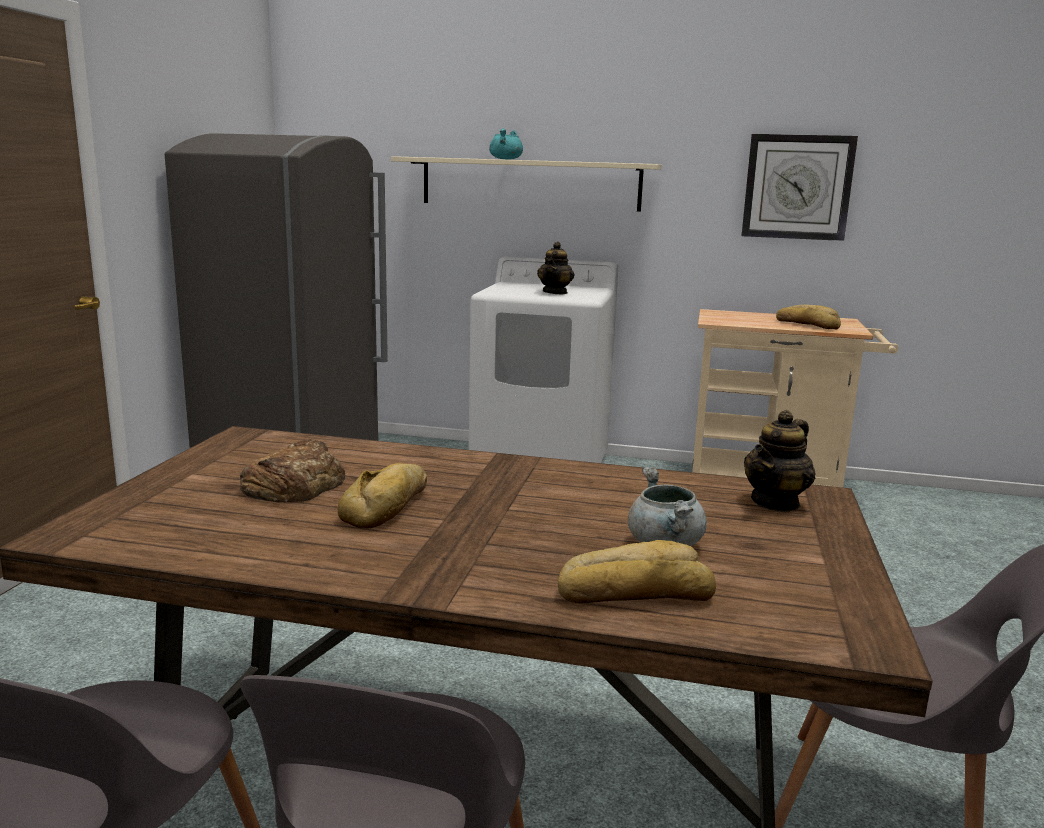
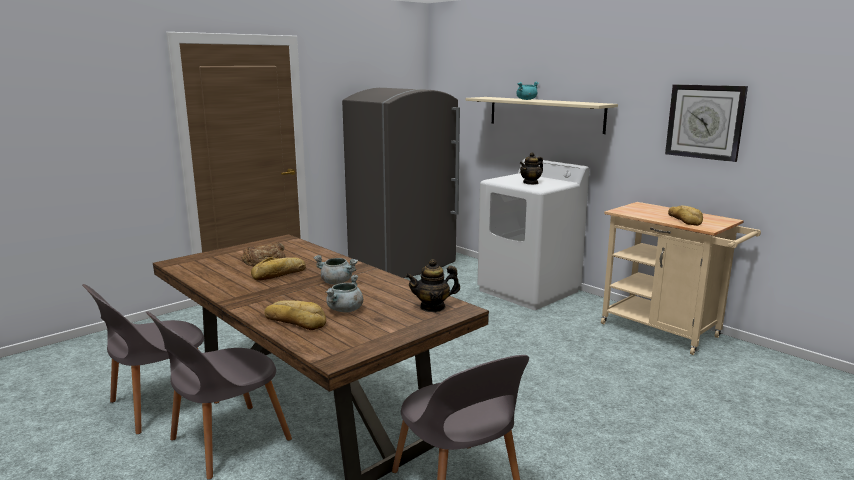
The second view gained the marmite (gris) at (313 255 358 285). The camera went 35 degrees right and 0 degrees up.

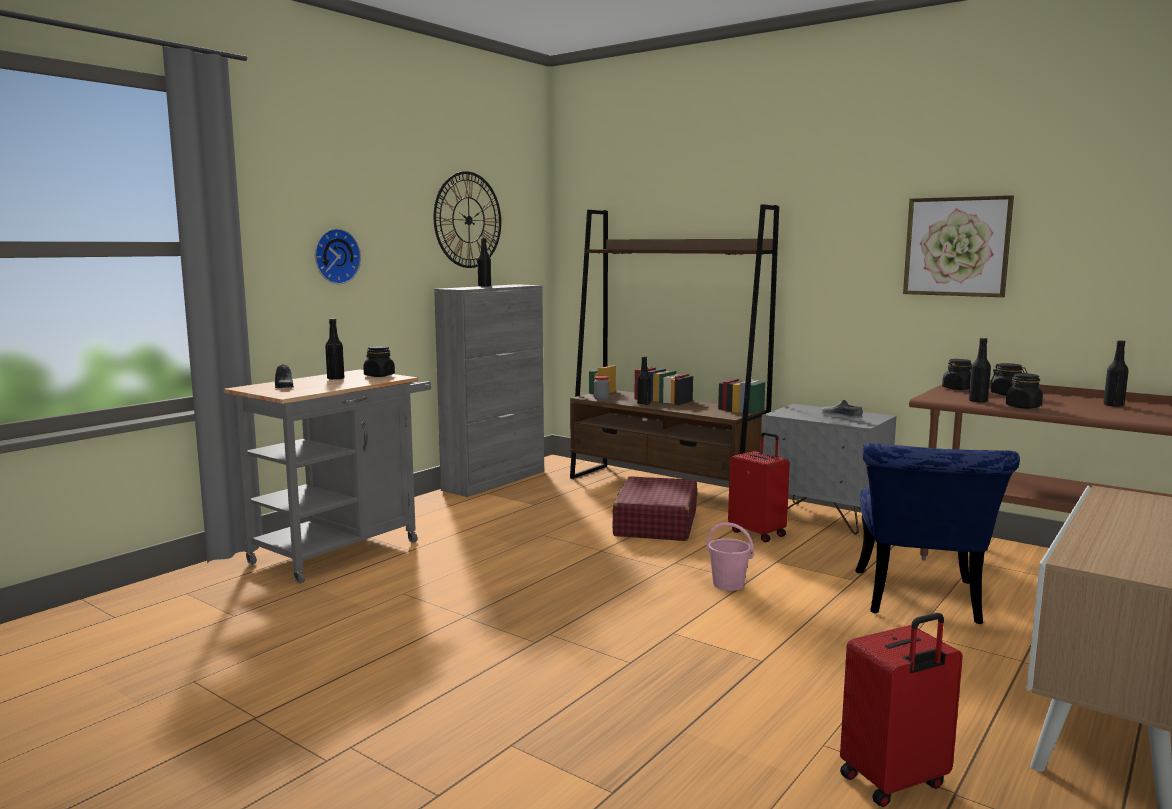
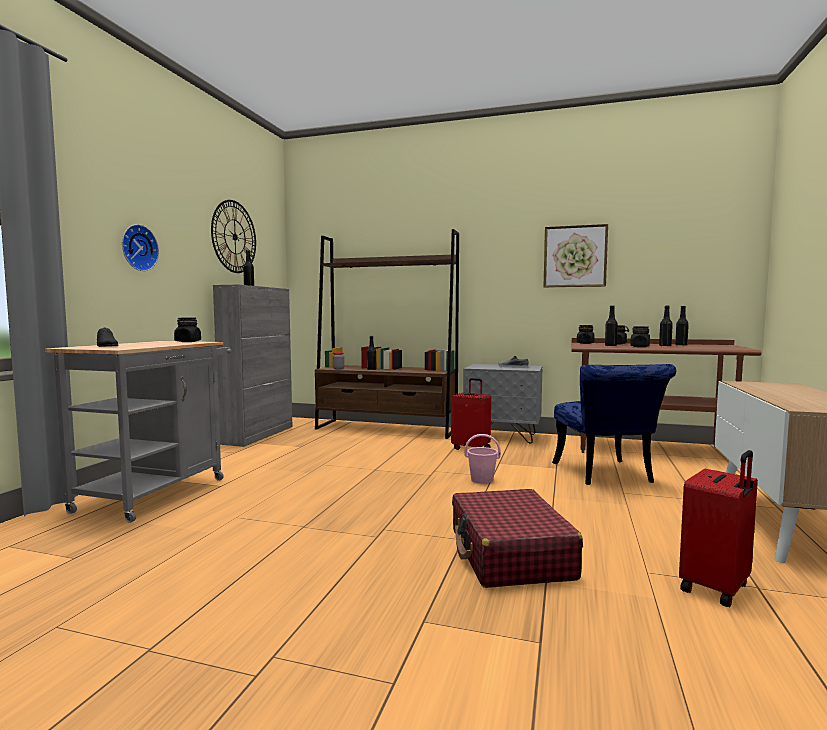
The bouteille (noir) ended up elsewhere, having gone from (325 319 344 380) to (659 306 673 346). The valise (rouge) ended up elsewhere, having gone from (613 476 697 541) to (452 489 583 588). The camera went 20 degrees left and 5 degrees down.

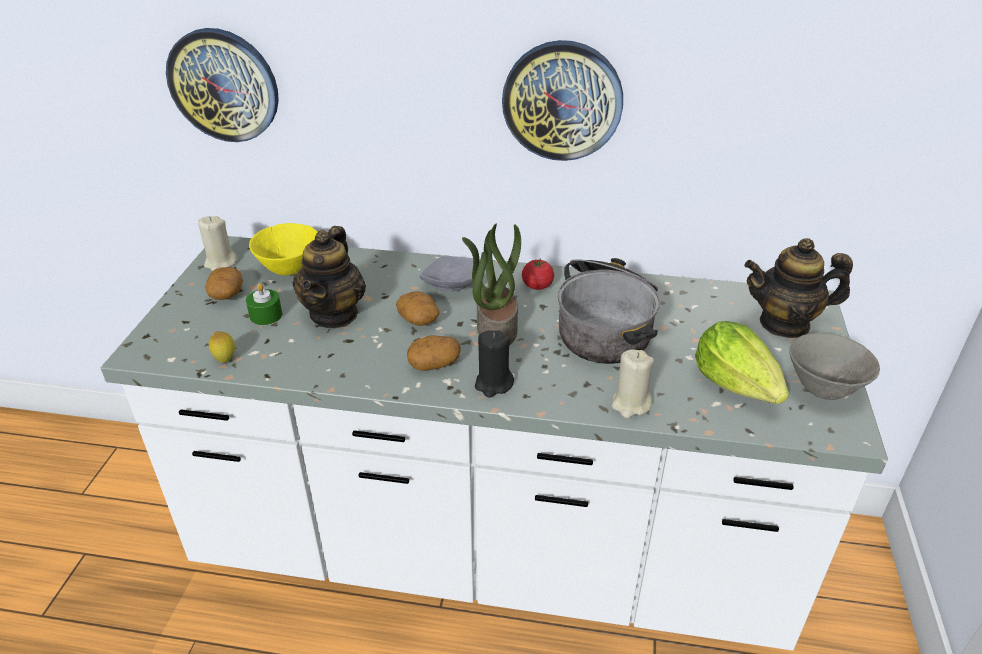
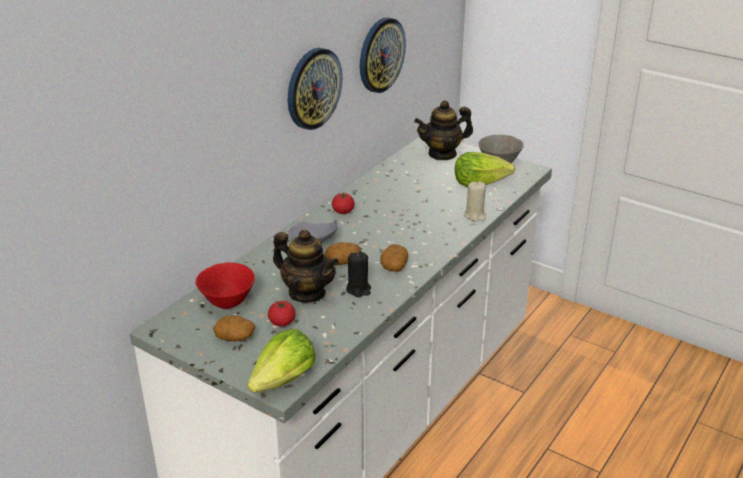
The horloge murale ended up elsewhere, having gone from (166 28 279 142) to (360 17 406 93). The second view lost the bougie (beige) at (198 216 238 271). The second view lost the citron at (209 331 235 363). Where the bougie (vert) stood at (246 283 282 325), the tomate came to stand at (268 301 296 327). What was the bol (jaune) at (249 223 318 275) turned into the bol (rouge) at (196 262 255 309). The second view lost the plante en pot at (462 223 521 345). The bougie (noir) ended up elsewhere, having gone from (475 330 514 398) to (346 251 371 297). The second view lost the marmite at (558 258 660 364). The théière at (744 238 853 338) ended up facing another way, 45 degrees clockwise from before. The second view gained the laitue at (247 329 315 393). The camera went 65 degrees left and 5 degrees down.

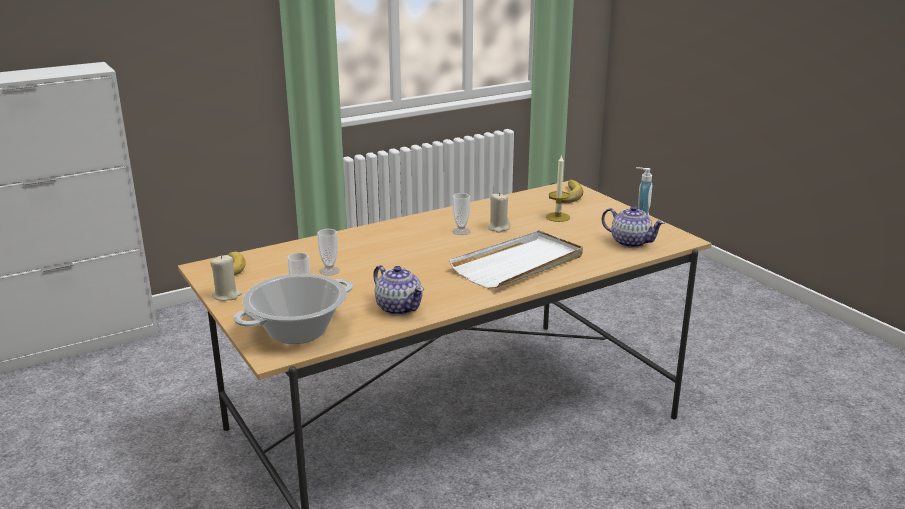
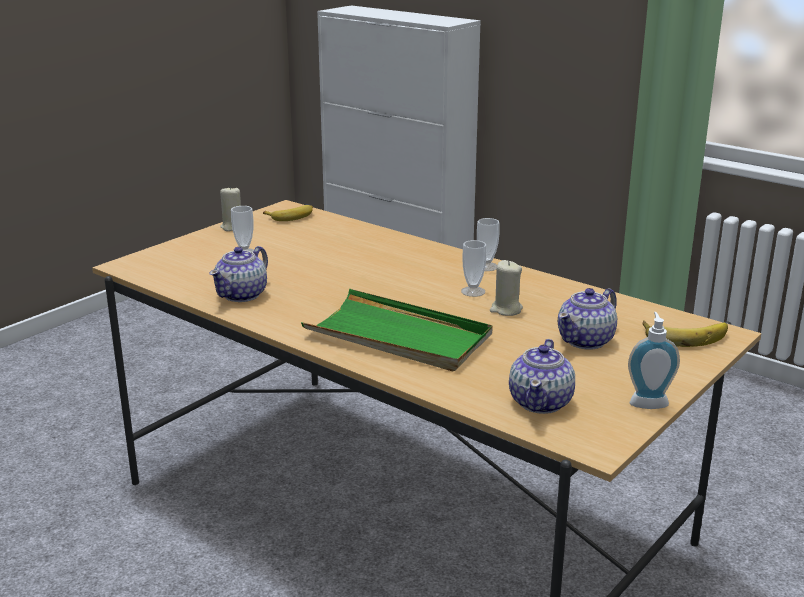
The second view lost the marmite at (234 274 353 344). The tasse ended up elsewhere, having gone from (318 229 340 276) to (477 218 500 271). What was the plateau (blanc) at (449 230 583 289) turned into the plateau (vert) at (301 289 493 371). Where the bougie stood at (546 154 570 222), the théière came to stand at (558 288 617 350). The camera went 70 degrees right and 0 degrees up.

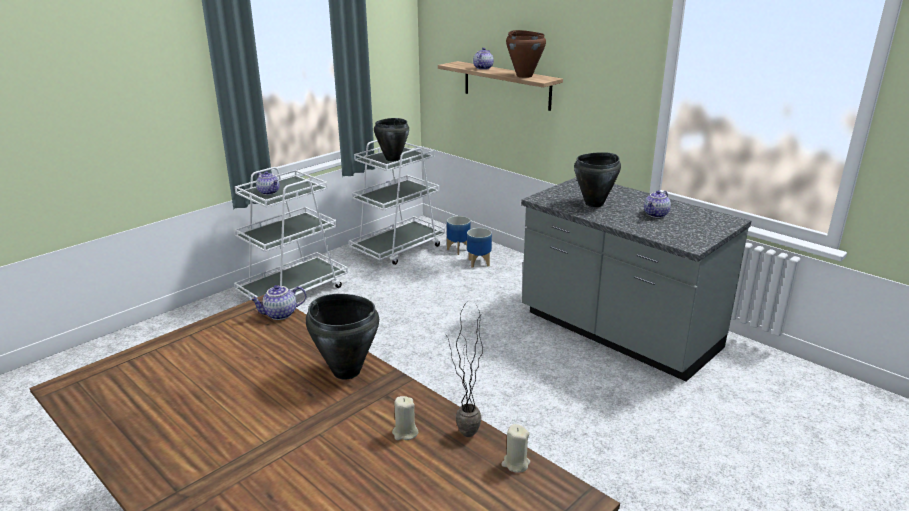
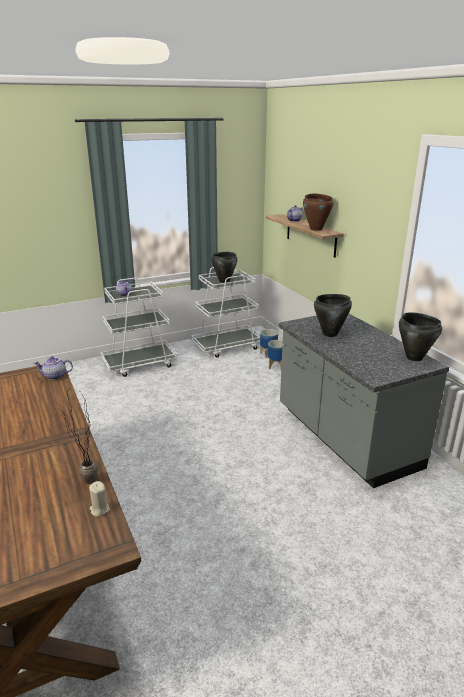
The marmite (noir) ended up elsewhere, having gone from (306 294 379 379) to (399 312 442 361). The second view lost the bougie (beige) at (392 396 418 440). The second view lost the théière at (644 190 671 218). The camera went 20 degrees right and 0 degrees up.

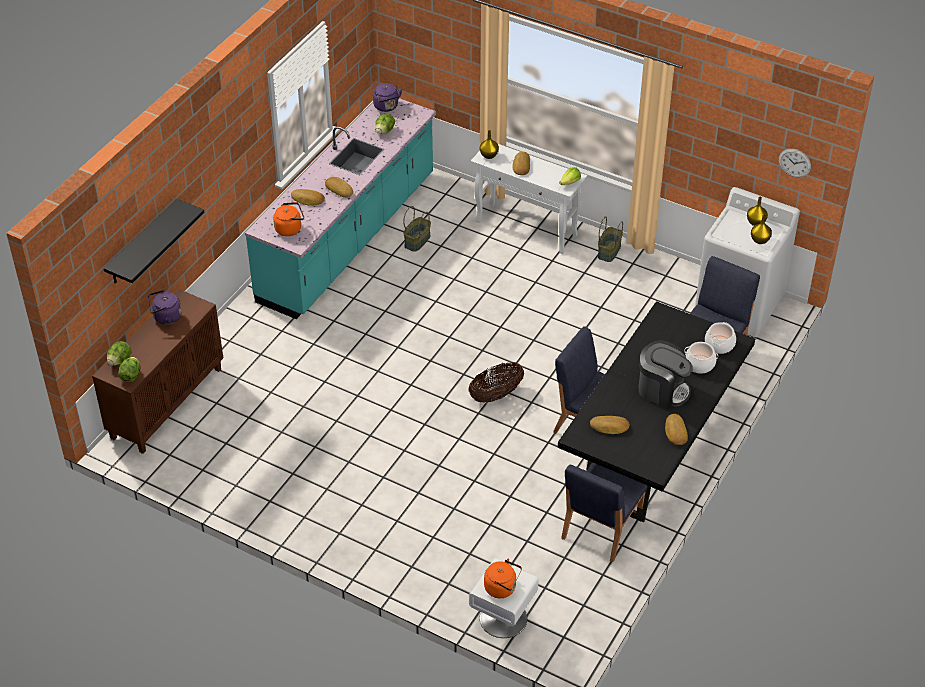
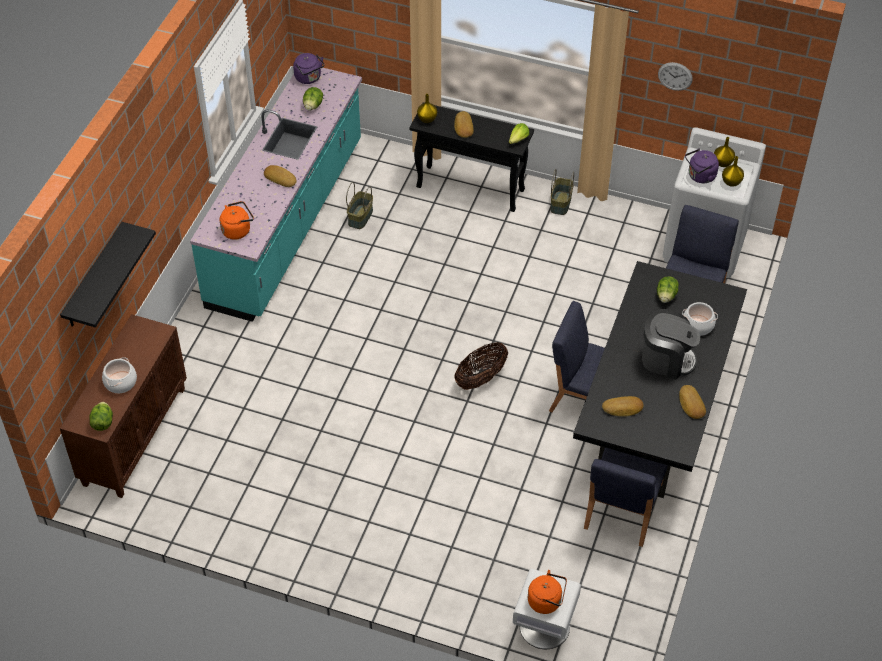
The laitue ended up elsewhere, having gone from (107 341 131 366) to (657 276 679 303). The bouilloire (violet) ended up elsewhere, having gone from (148 290 182 325) to (685 149 719 183). The second view lost the pain at (291 189 325 206). What was the table console (blanc) at (471 143 587 254) turned into the table console (noir) at (409 102 534 212). The marmite ended up elsewhere, having gone from (705 322 736 354) to (102 357 137 393). The horloge murale ended up elsewhere, having gone from (779 149 811 177) to (658 62 693 91). The camera went 10 degrees left and 5 degrees up.

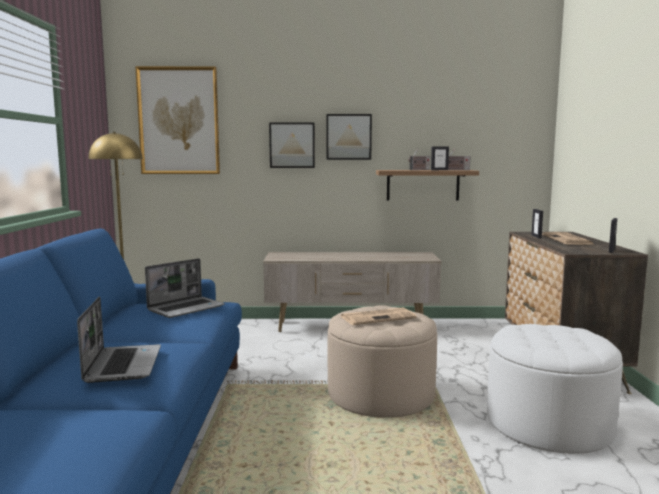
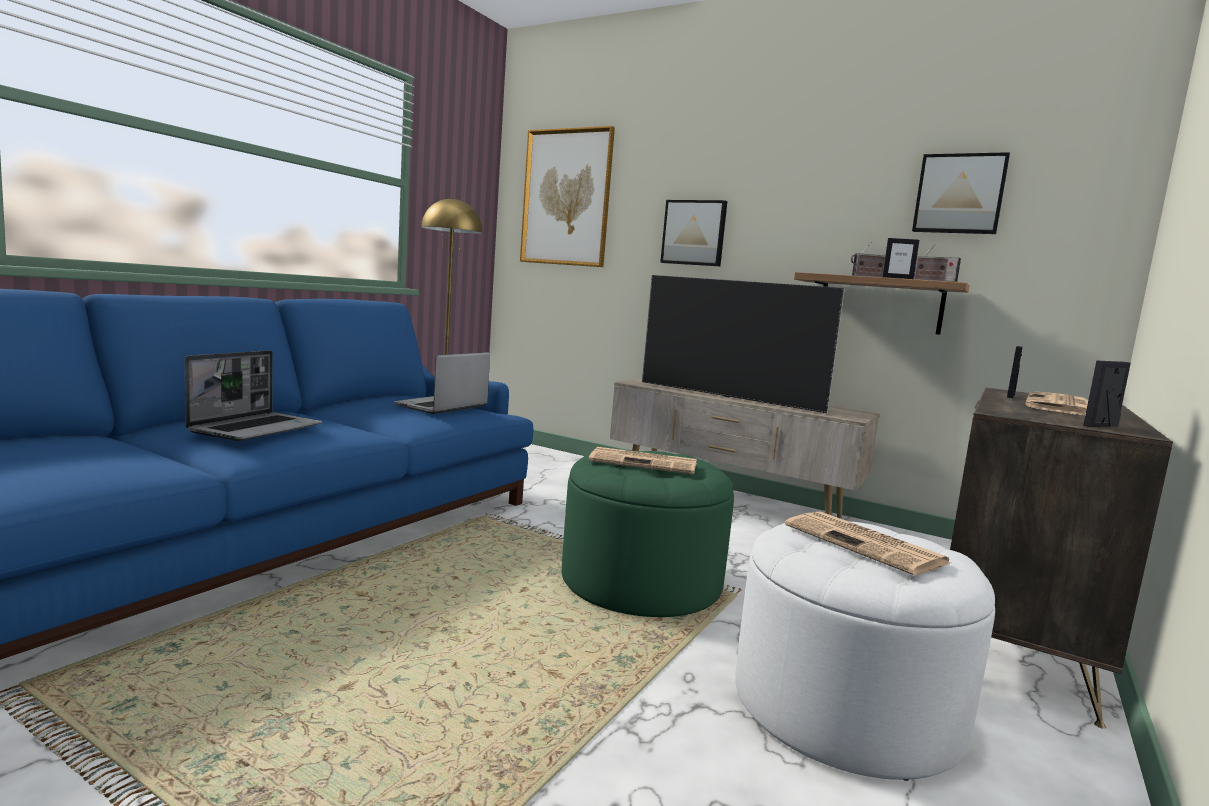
The ordinateur portable at (145 258 225 318) ended up facing another way, 135 degrees clockwise from before. The tableau ended up elsewhere, having gone from (326 114 372 160) to (912 152 1010 234). What was the pouf (beige) at (328 305 437 418) turned into the pouf (vert) at (562 449 734 617). The second view gained the téléviseur at (642 275 845 413). The second view gained the journal at (785 512 951 575). The camera went 30 degrees right and 0 degrees up.

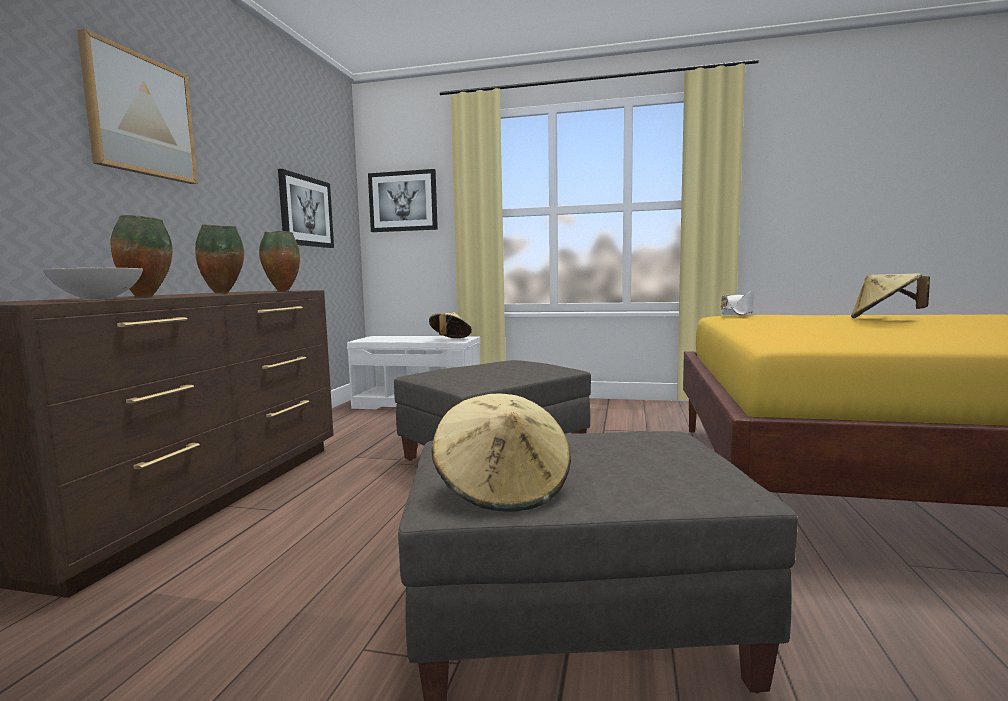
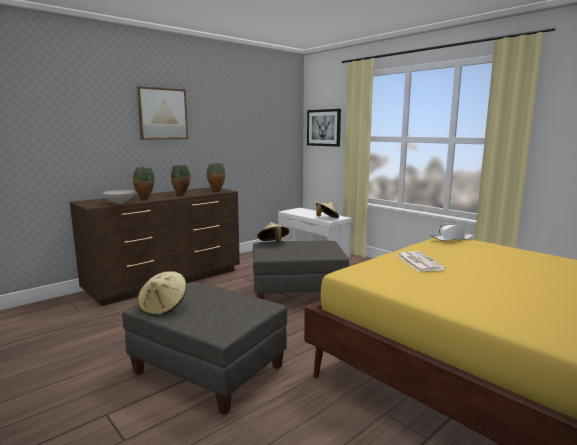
The second view lost the tableau at (278 169 334 248). The chapeau (beige) ended up elsewhere, having gone from (851 273 930 318) to (257 222 289 242). The second view gained the journal at (397 251 446 272). The camera went 35 degrees right and 5 degrees up.

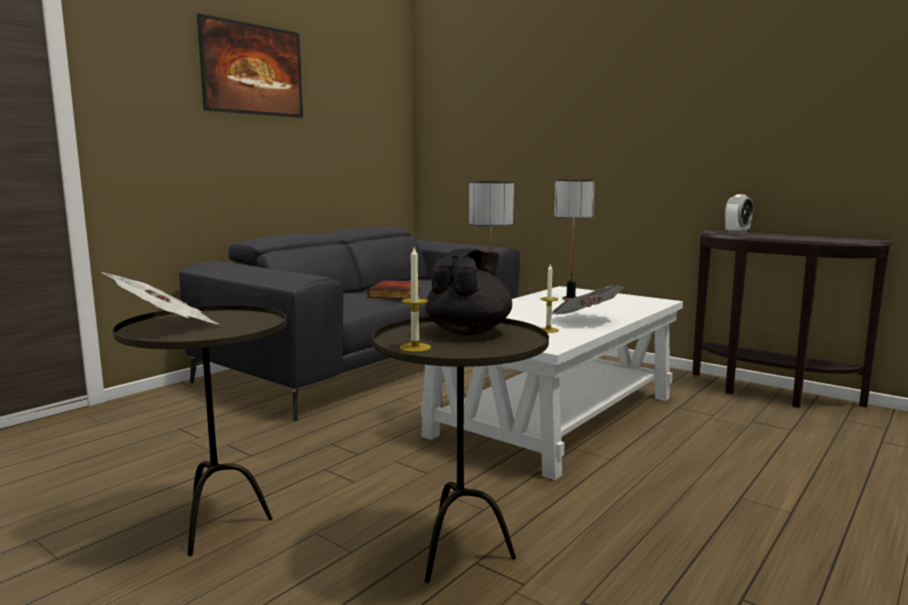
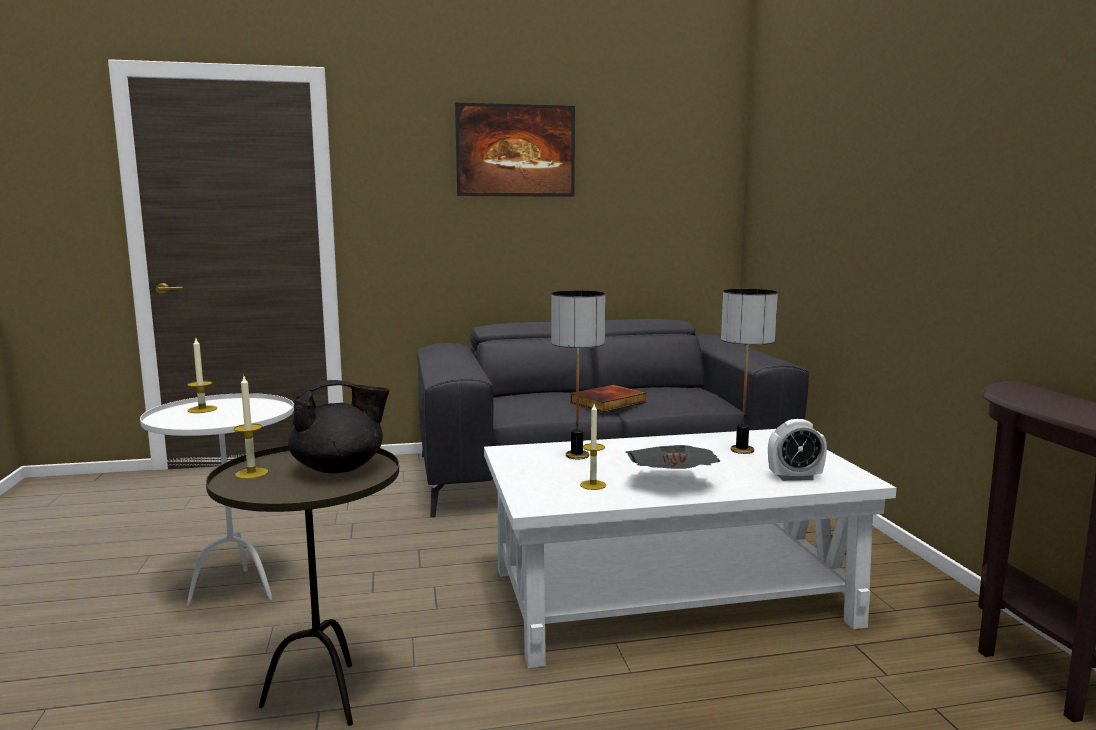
Where the journal stood at (101 272 222 325), the bougie came to stand at (187 338 217 413). What was the table d'appoint (marron) at (113 305 287 556) turned into the table d'appoint (blanc) at (140 393 294 606). The réveil ended up elsewhere, having gone from (724 194 754 234) to (768 419 827 481). The camera went 40 degrees right and 0 degrees up.

